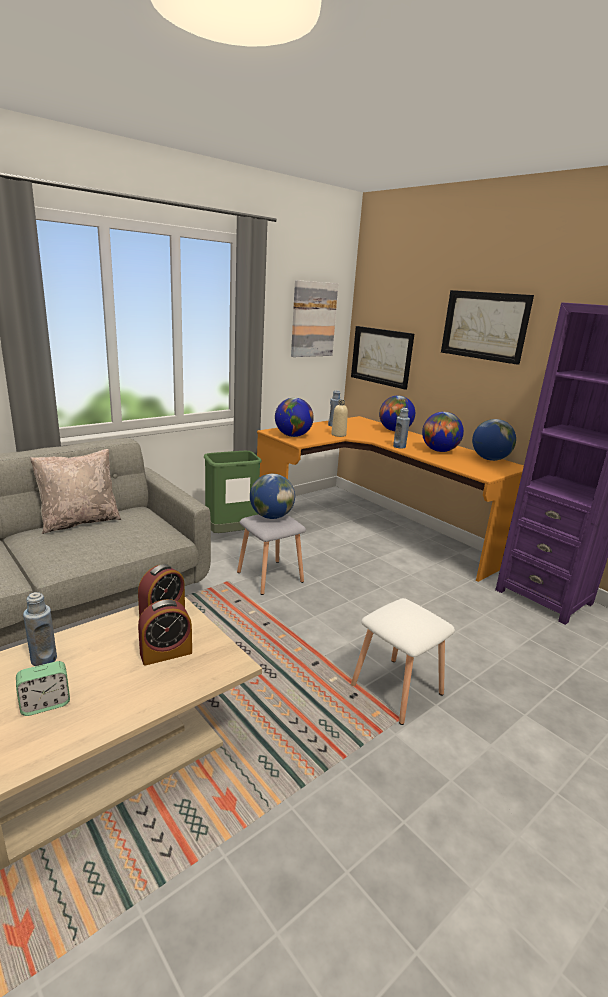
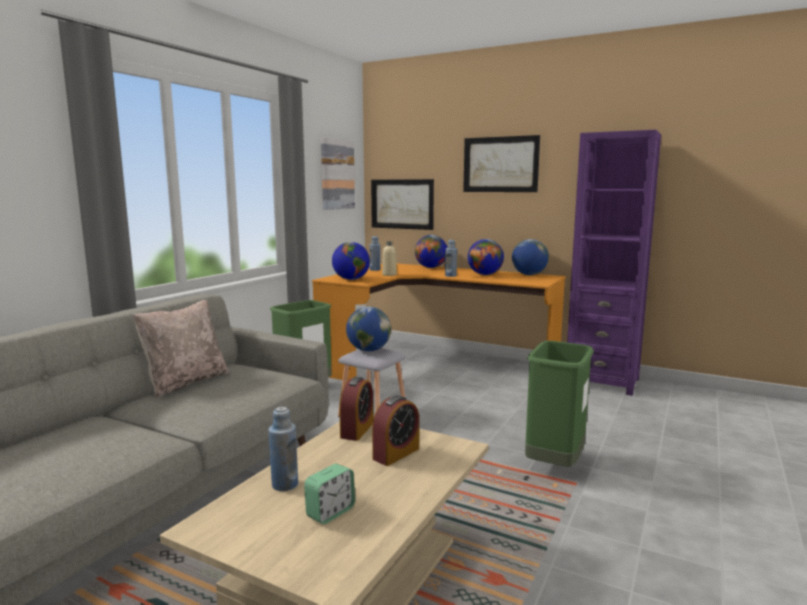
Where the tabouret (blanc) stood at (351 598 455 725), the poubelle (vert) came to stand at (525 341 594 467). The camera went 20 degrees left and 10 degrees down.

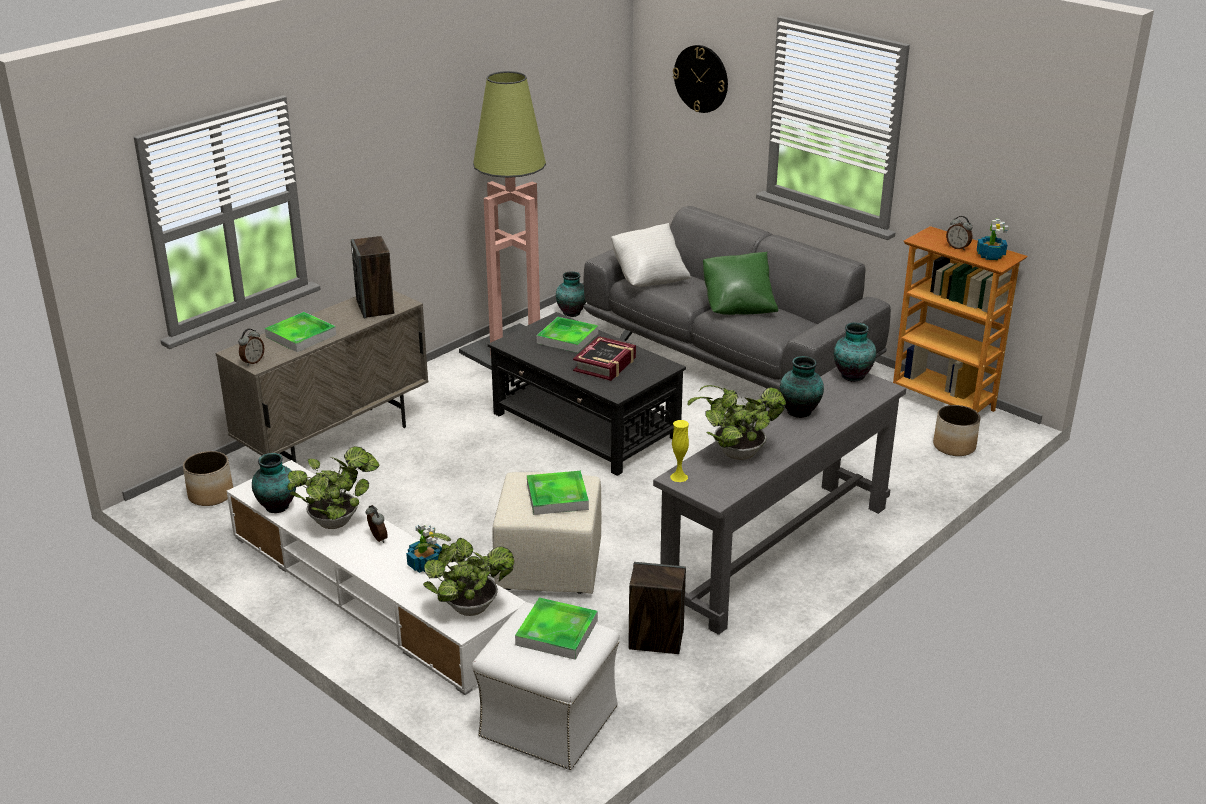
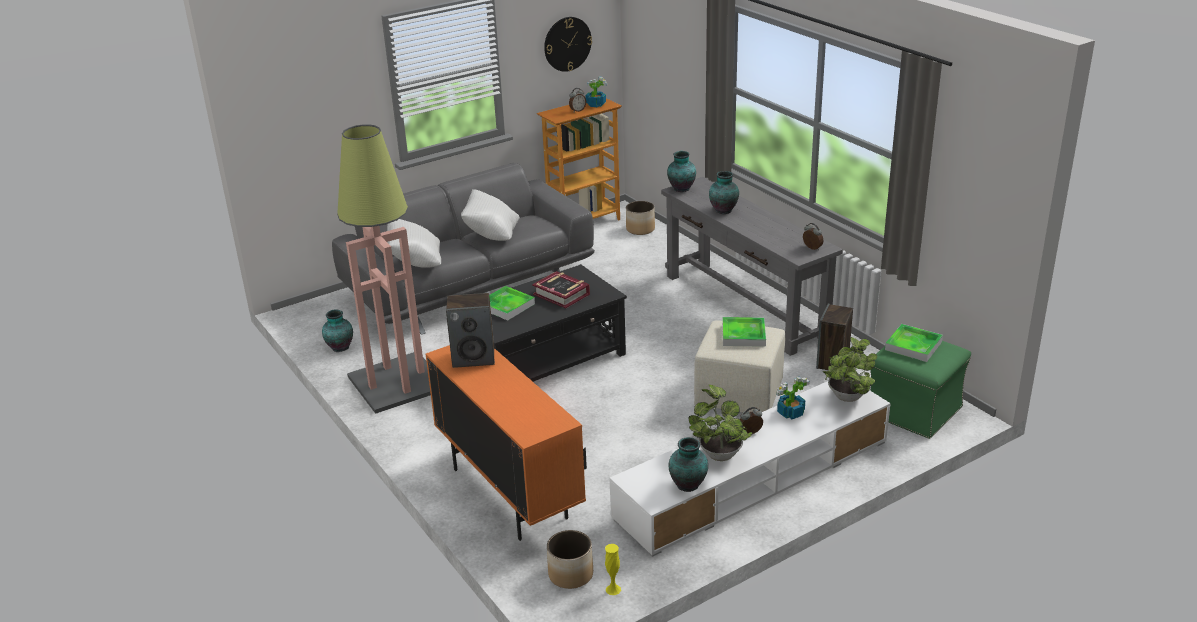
What was the meuble de rangement (beige) at (216 290 428 463) turned into the meuble de rangement (orange) at (425 345 587 541). The réveil ended up elsewhere, having gone from (238 329 264 366) to (803 223 823 250). The second view lost the plateau at (265 312 336 352). What was the pouf (blanc) at (472 602 620 770) turned into the pouf (vert) at (870 341 971 439). The vase (jaune) ended up elsewhere, having gone from (670 420 689 482) to (605 544 621 595). The horloge murale ended up elsewhere, having gone from (673 45 728 113) to (544 17 592 72). The second view lost the plante en pot at (687 385 786 460). What was the coussin (vert) at (703 252 778 315) turned into the coussin (blanc) at (461 189 520 241). The camera went 75 degrees left and 0 degrees up.

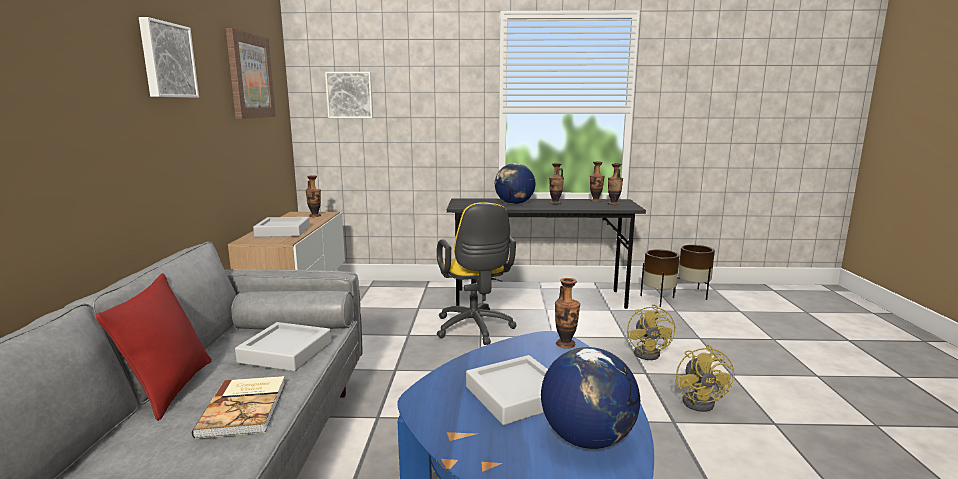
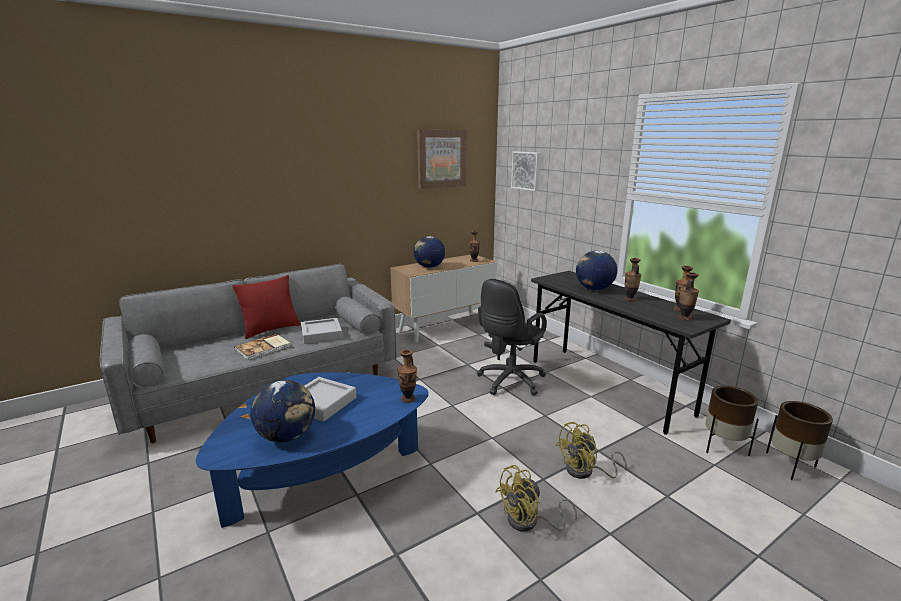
The second view lost the tableau at (139 17 199 98). Where the plateau (gris) stood at (253 217 310 237), the globe came to stand at (414 236 445 268). What was the chaise de bureau (jaune) at (437 202 516 345) turned into the chaise de bureau (noir) at (477 279 547 396). The camera went 55 degrees right and 5 degrees up.

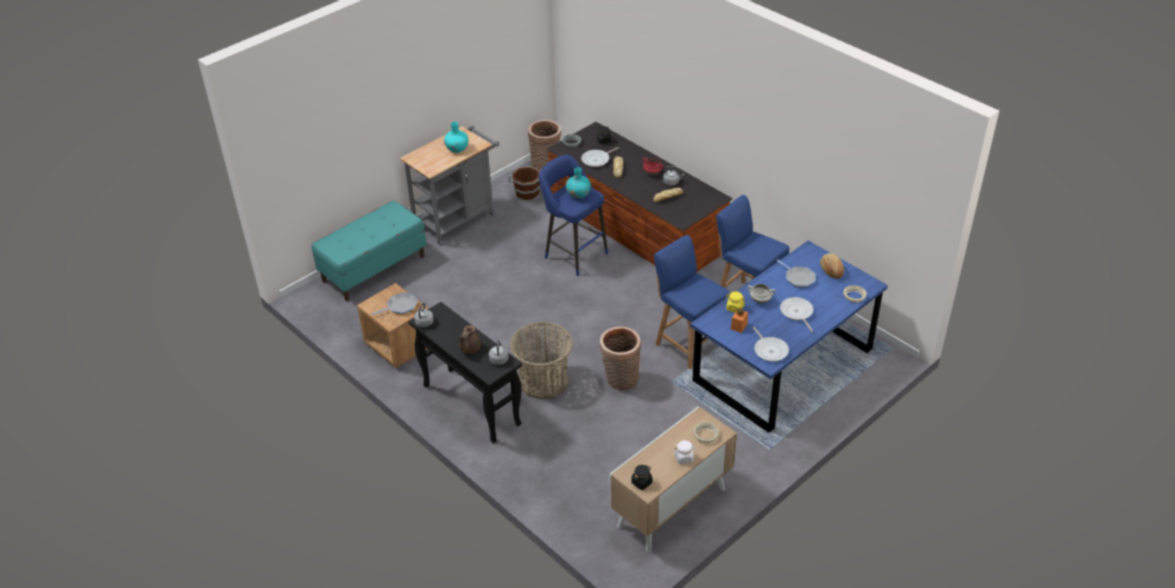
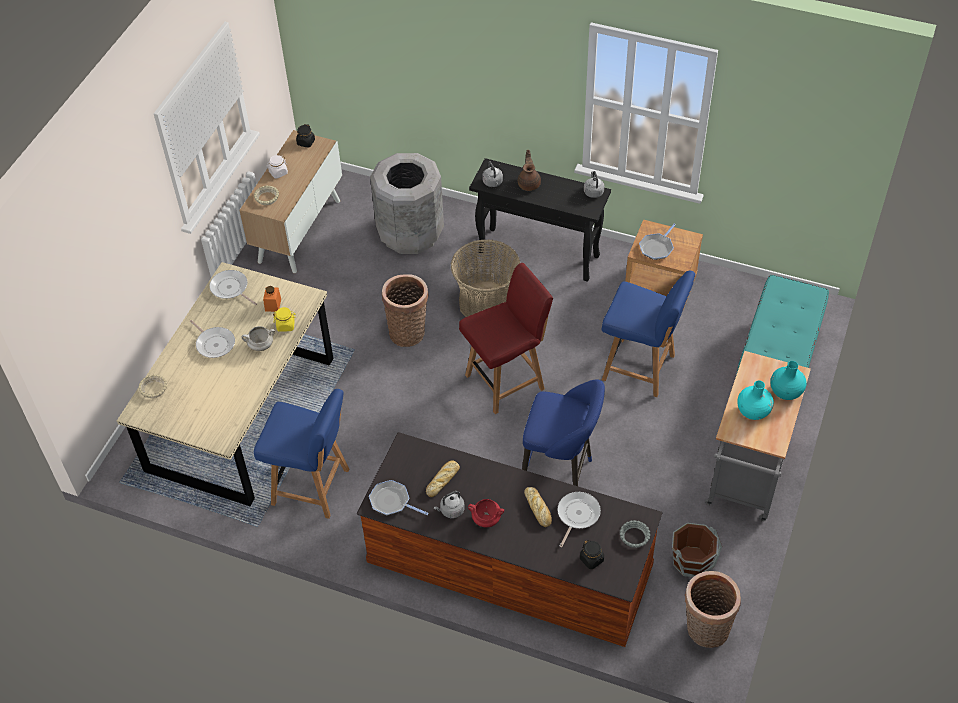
The vase (turquoise) ended up elsewhere, having gone from (566 167 591 199) to (770 361 807 400). The chaise (bleu) ended up elsewhere, having gone from (654 235 730 369) to (601 271 696 397). What was the table à manger (bleu) at (690 240 888 433) turned into the table à manger (beige) at (117 262 334 506). The poêle ended up elsewhere, having gone from (777 260 816 288) to (369 480 428 515). The second view lost the pain at (820 253 844 279). The second view gained the poubelle (gris) at (370 153 444 254). The second view gained the chaise (rouge) at (459 263 553 414). The camera went 155 degrees right and 10 degrees up.

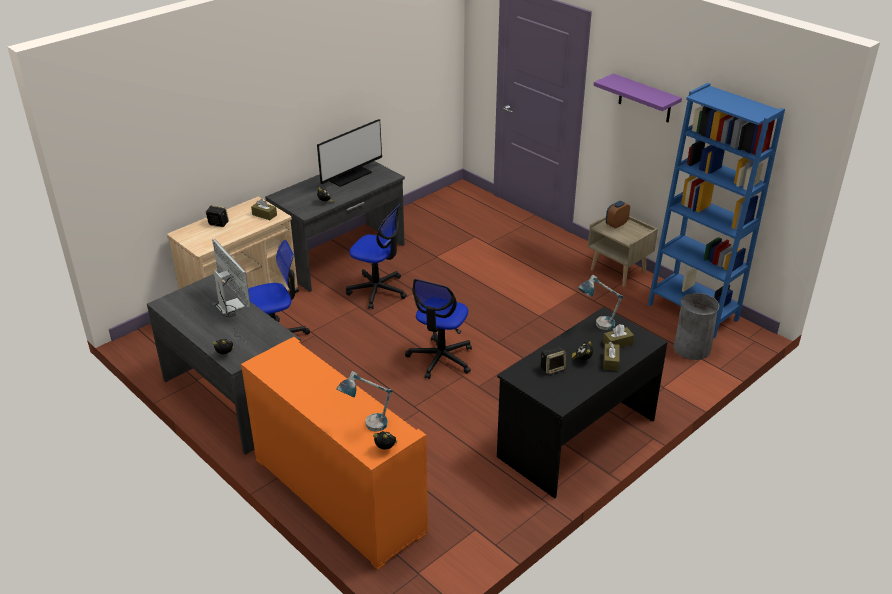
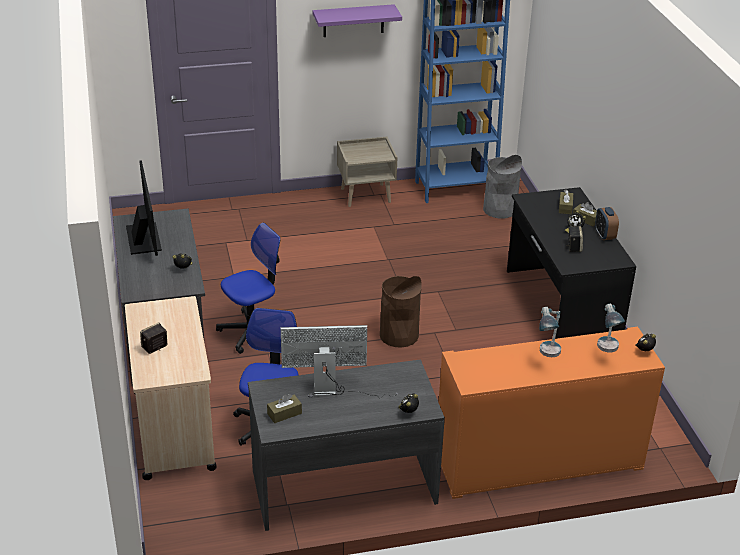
The boîte à mouchoirs (marron) ended up elsewhere, having gone from (251 199 277 220) to (267 394 302 423). Where the chaise de bureau stood at (405 279 472 379), the poubelle (marron) came to stand at (380 276 422 348). The lampe de table ended up elsewhere, having gone from (578 275 623 330) to (539 307 561 357). The réveil ended up elsewhere, having gone from (606 201 630 229) to (595 207 619 240). The camera went 60 degrees left and 0 degrees up.

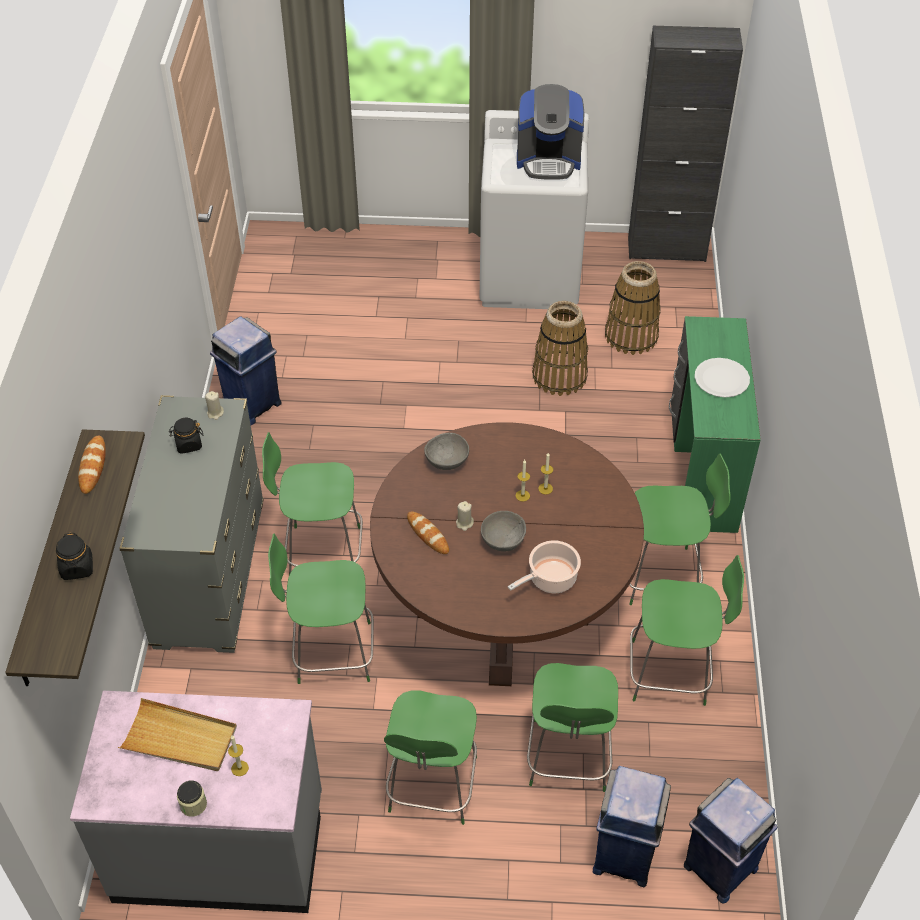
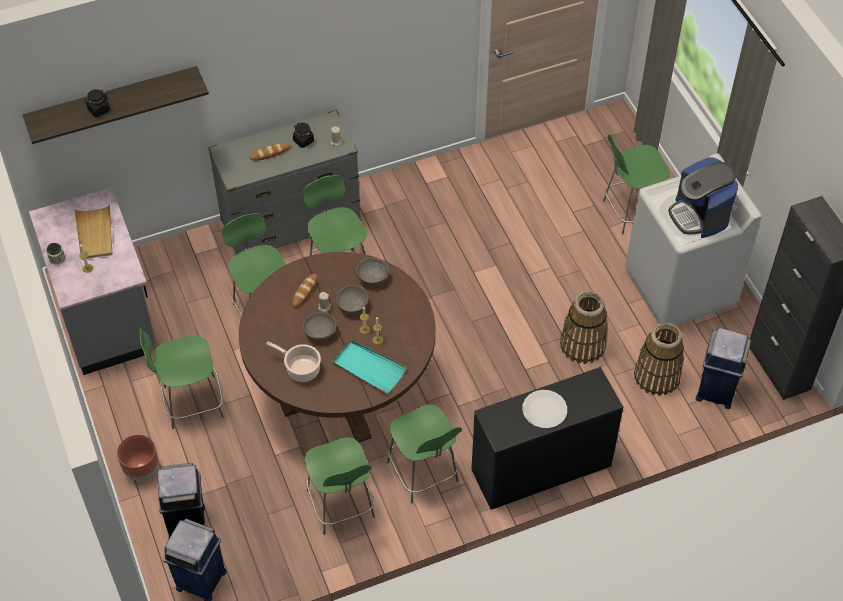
The pain ended up elsewhere, having gone from (78 435 106 494) to (250 143 290 161). The poubelle (bleu) ended up elsewhere, having gone from (210 316 282 425) to (696 328 751 409). The chaise (vert) ended up elsewhere, having gone from (527 663 618 792) to (603 135 670 234). What was the bureau (vert) at (669 316 761 533) turned into the bureau (noir) at (471 367 623 510). The second view gained the cache-pot (marron) at (117 435 158 481). The second view gained the plateau (turquoise) at (333 340 407 394). The second view gained the bol (gris) at (336 285 368 314). The camera went 65 degrees right and 5 degrees up.

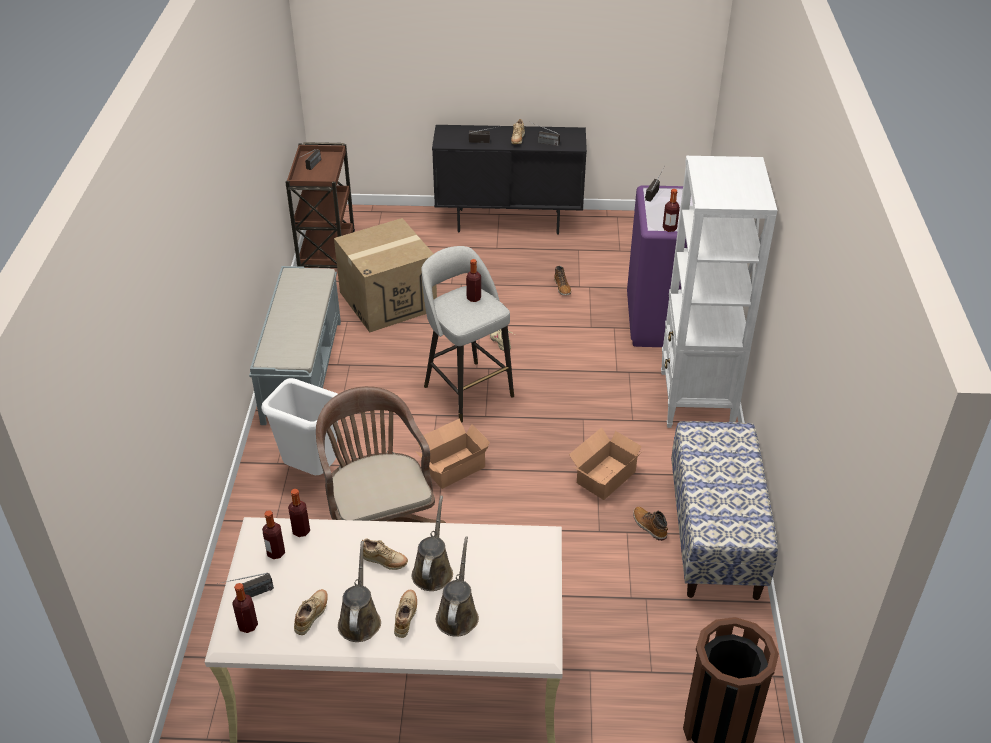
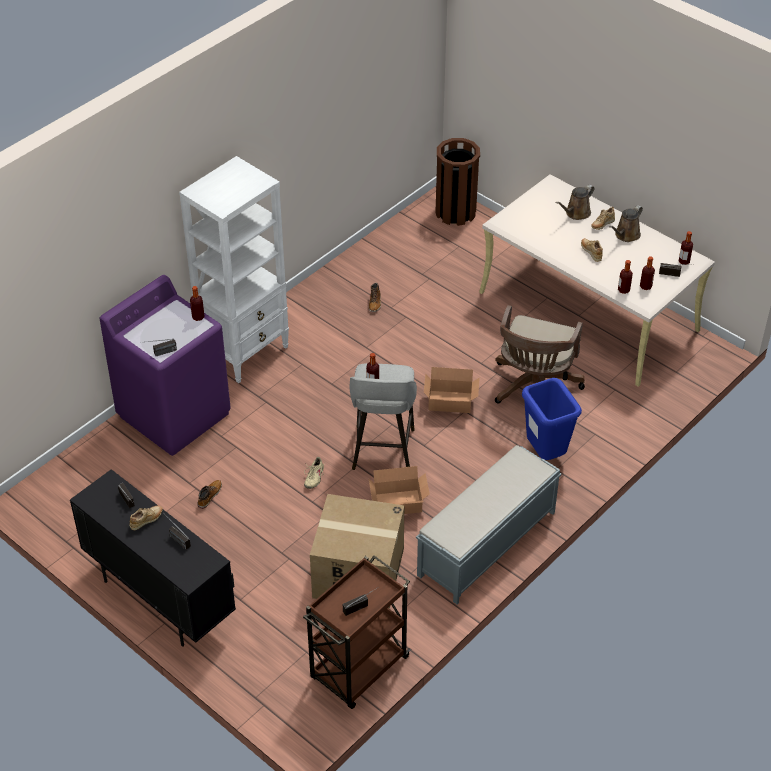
What was the poubelle (blanc) at (261 378 338 475) turned into the poubelle (bleu) at (522 378 582 460). The second view lost the chaussure (beige) at (294 589 328 635). The second view lost the arrosoir (marron) at (412 496 453 591). The carton ended up elsewhere, having gone from (569 427 644 500) to (369 466 430 514). The second view lost the banc at (671 421 778 600). The camera went 140 degrees left and 5 degrees up.

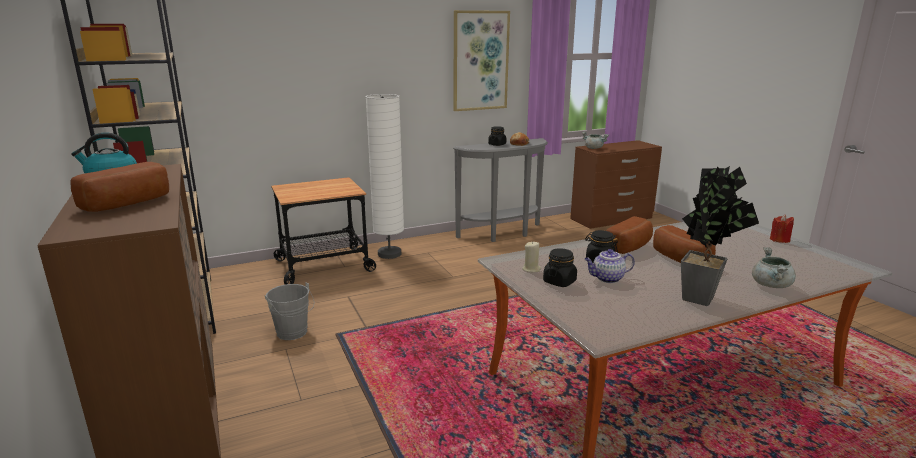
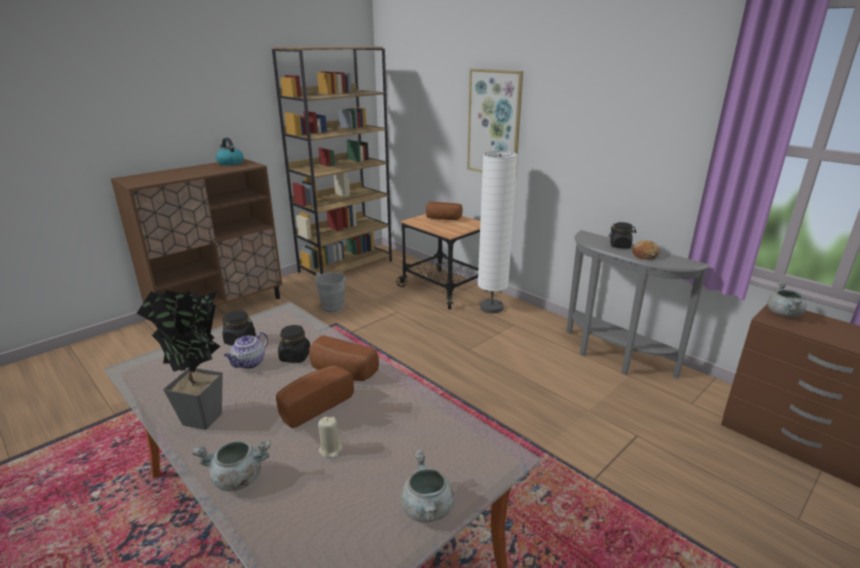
The pain ended up elsewhere, having gone from (71 162 169 212) to (426 201 463 220). The tableau ended up elsewhere, having gone from (453 10 510 111) to (467 69 523 174). The bougie (beige) ended up elsewhere, having gone from (522 241 541 272) to (318 417 342 458). The théière at (585 249 635 283) ended up facing another way, 120 degrees counterclockwise from before. Where the bougie (rouge) stood at (770 214 794 243), the marmite (gris) came to stand at (400 450 455 523). The camera went 70 degrees right and 5 degrees up.

